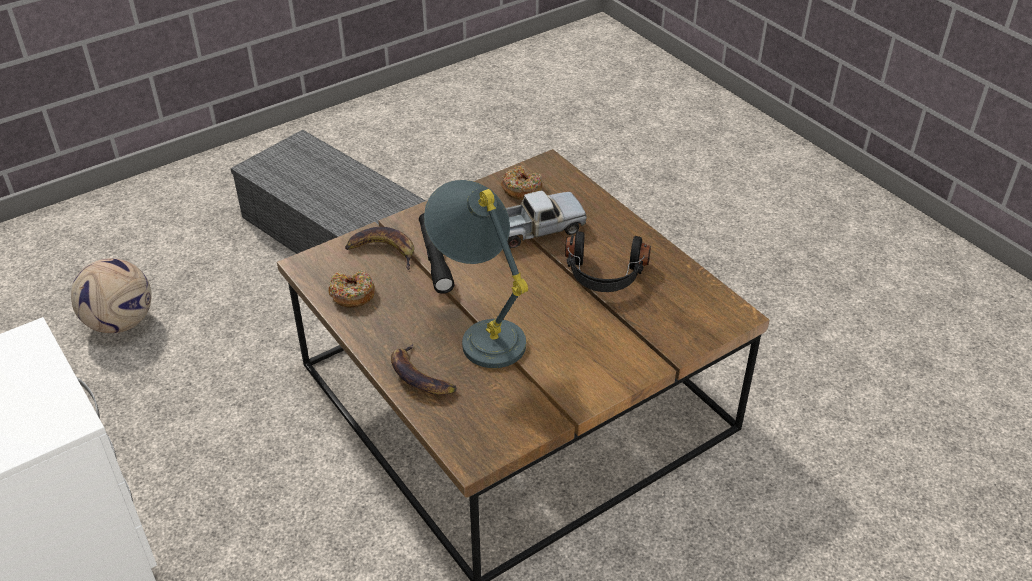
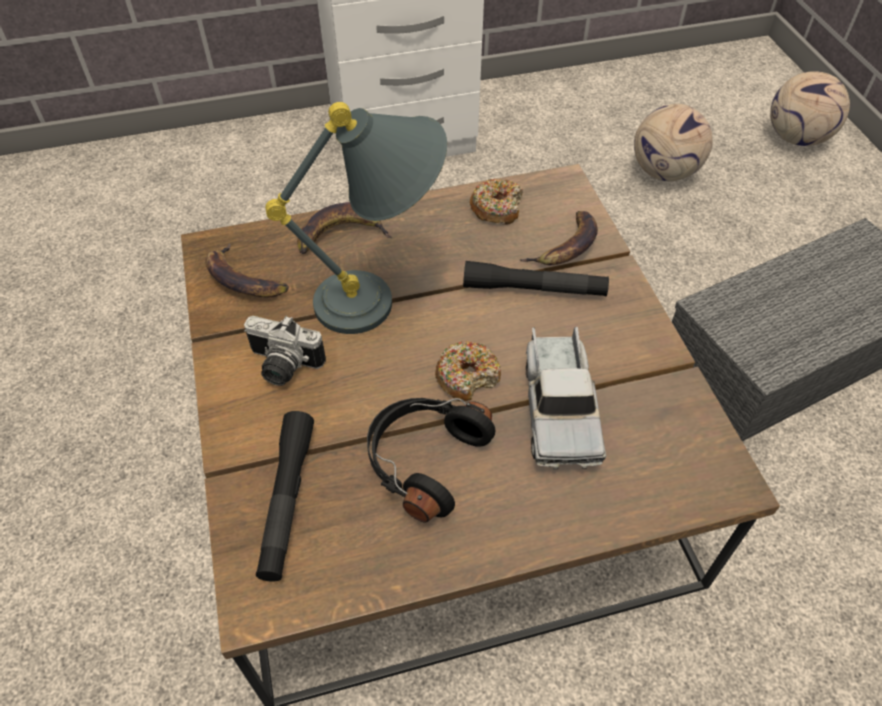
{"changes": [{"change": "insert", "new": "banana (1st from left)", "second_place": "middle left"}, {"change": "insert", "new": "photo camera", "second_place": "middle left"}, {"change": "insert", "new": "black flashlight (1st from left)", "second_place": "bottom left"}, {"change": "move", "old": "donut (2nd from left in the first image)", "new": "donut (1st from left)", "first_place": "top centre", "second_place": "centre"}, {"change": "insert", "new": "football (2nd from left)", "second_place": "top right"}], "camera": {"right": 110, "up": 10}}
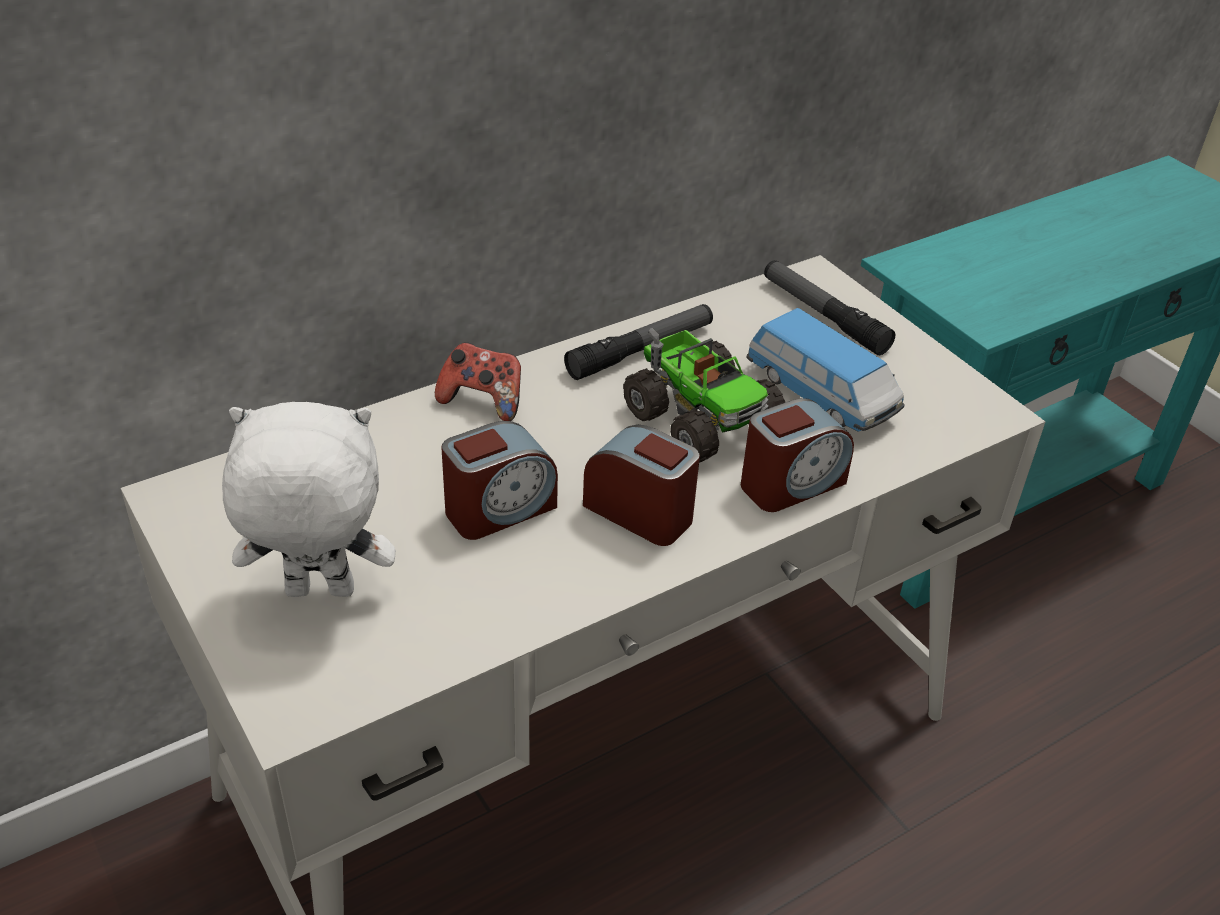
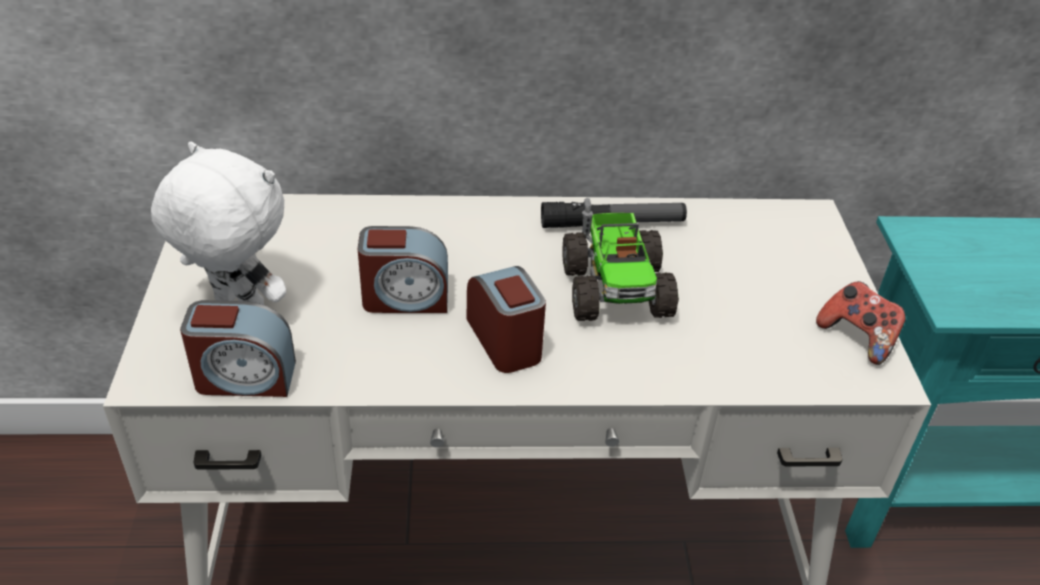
{"changes": [{"change": "move", "old": "alarm clock (3rd from left in the first image)", "new": "alarm clock (1st from left)", "first_place": "centre", "second_place": "middle left"}, {"change": "move", "old": "game controller", "first_place": "centre", "second_place": "middle right"}, {"change": "delete", "old": "toy car", "first_place": "middle right"}, {"change": "delete", "old": "flashlight (2nd from left)", "first_place": "middle right"}], "camera": {"right": 30, "up": 0}}
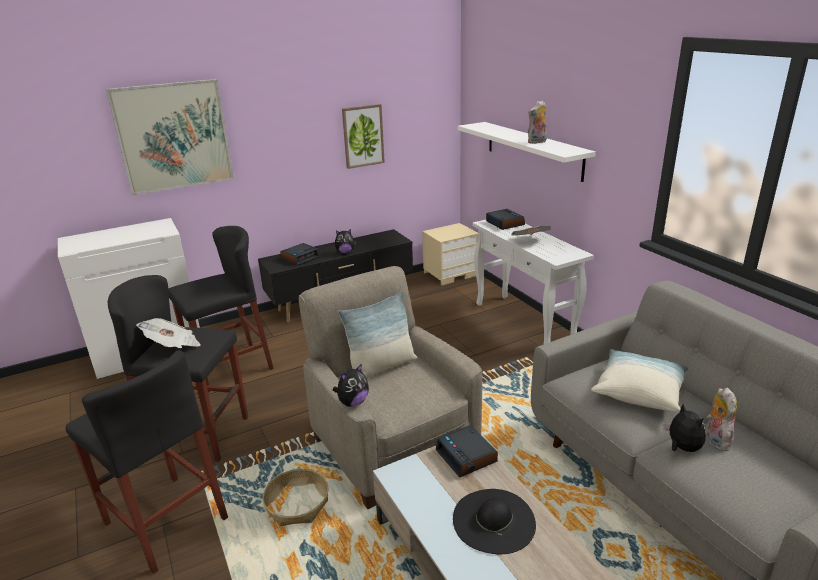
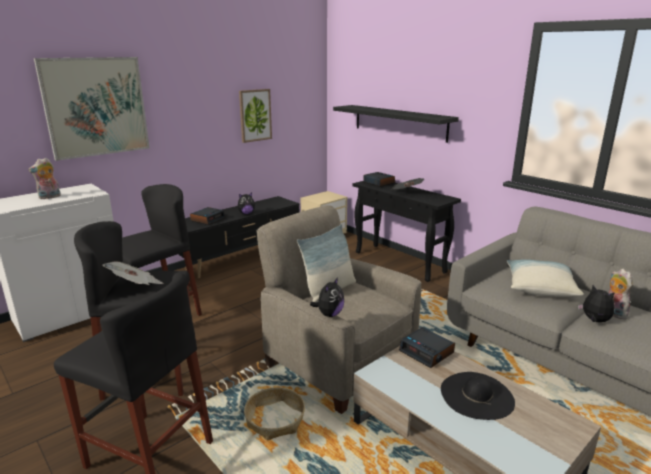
{"changes": [{"change": "move", "old": "plush toy (3rd from left in the first image)", "new": "plush toy (1st from left)", "first_place": "top centre", "second_place": "middle left"}, {"change": "recolor", "old": "white shelf", "new": "black shelf", "first_place": "top centre", "second_place": "top centre"}, {"change": "recolor", "old": "white console table", "new": "black console table", "first_place": "centre", "second_place": "centre"}], "camera": {"right": -15, "up": -5}}
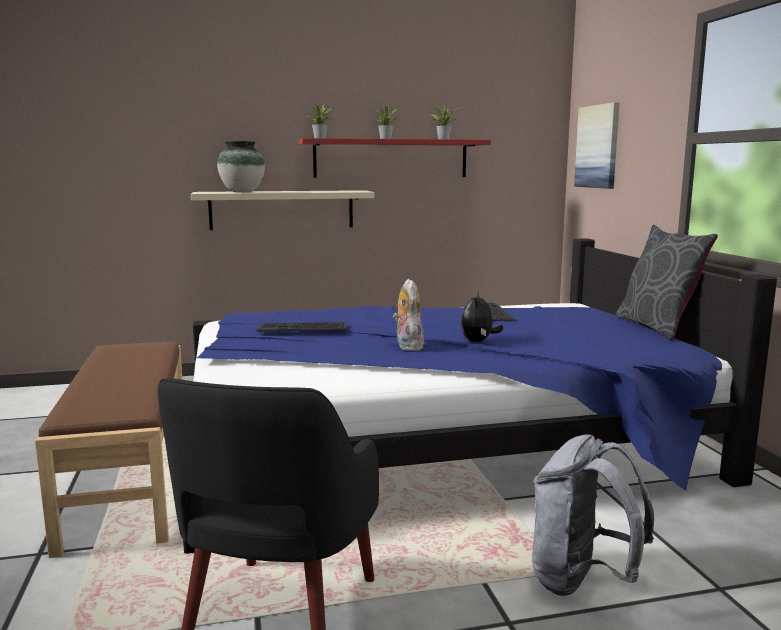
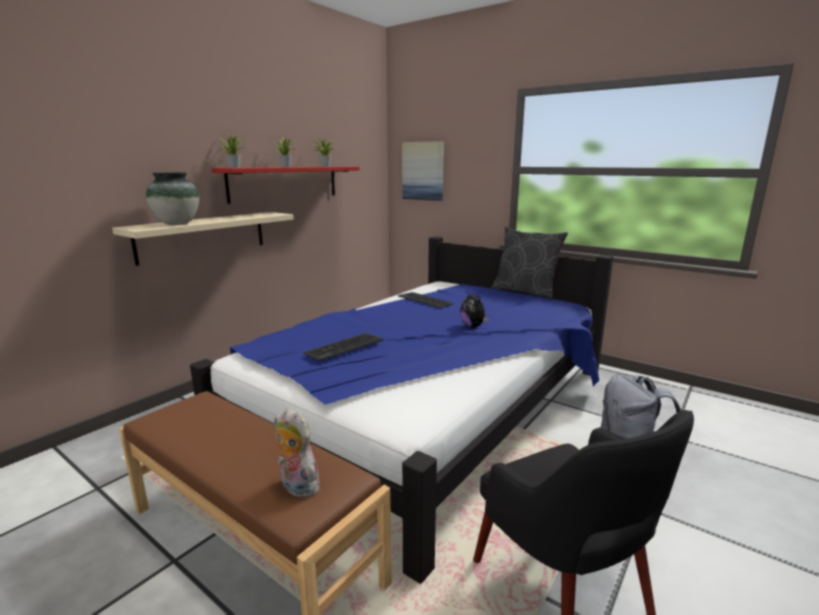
{"changes": [{"change": "move", "old": "plush toy (1st from left)", "first_place": "centre", "second_place": "bottom centre"}], "camera": {"right": -40, "up": 5}}
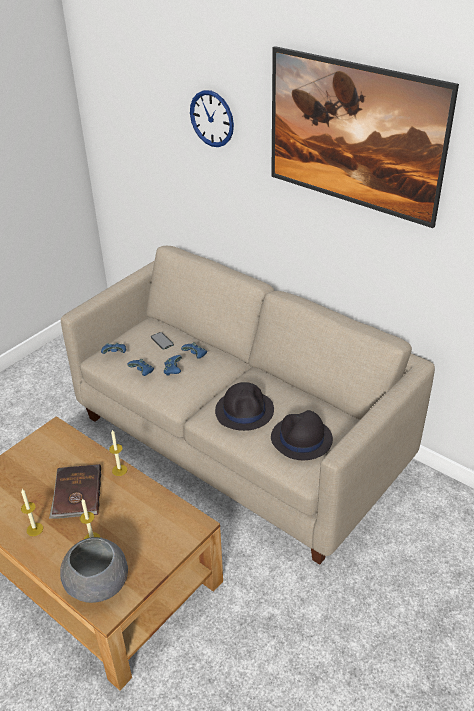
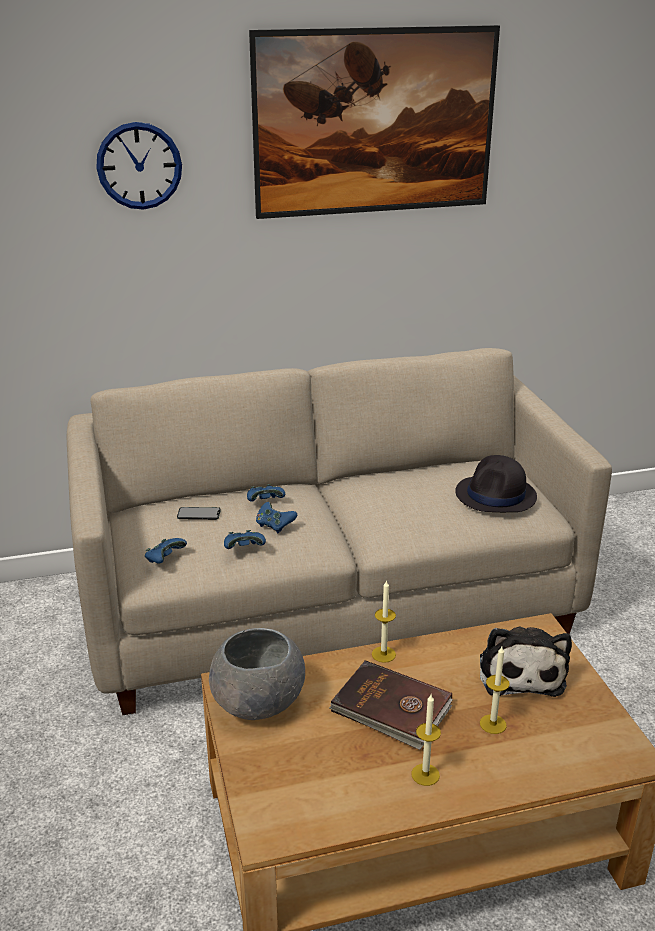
{"changes": [{"change": "move", "old": "grey bowl", "first_place": "bottom left", "second_place": "bottom centre"}, {"change": "insert", "new": "plush toy", "second_place": "bottom right"}, {"change": "delete", "old": "black hat (1st from left)", "first_place": "centre"}], "camera": {"right": -55, "up": -10}}
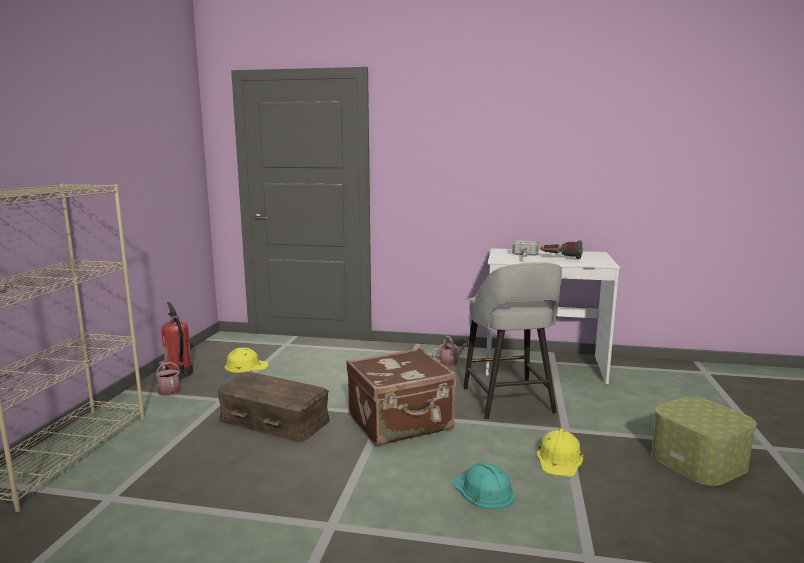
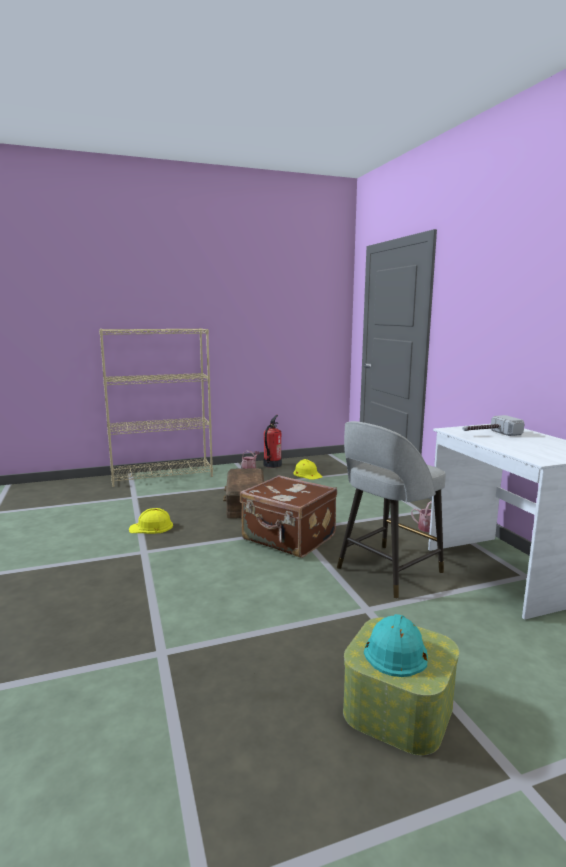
{"changes": [{"change": "move", "old": "yellow hard hat (2nd from left in the first image)", "new": "yellow hard hat (1st from left)", "first_place": "bottom right", "second_place": "middle left"}, {"change": "move", "old": "turquoise hard hat", "first_place": "bottom centre", "second_place": "bottom right"}, {"change": "delete", "old": "flashlight", "first_place": "middle right"}], "camera": {"right": 60, "up": 0}}
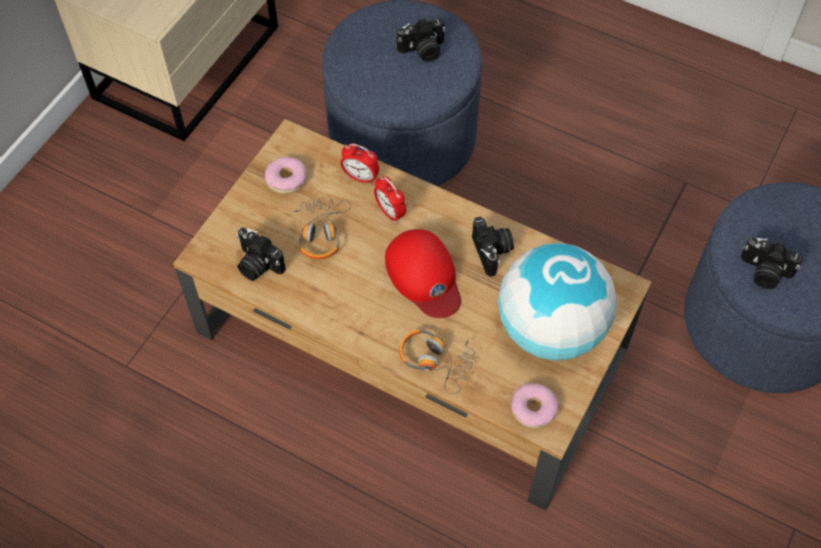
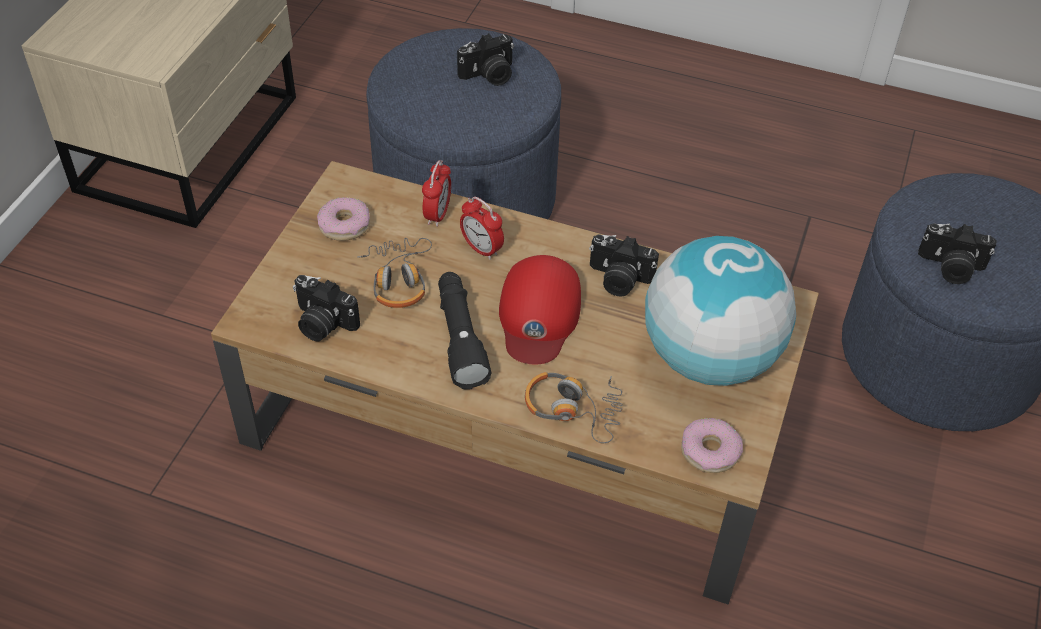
{"changes": [{"change": "rotate", "old": "alarm clock (1st from left)", "first_place": "top centre", "second_place": "top centre", "degrees": -90}, {"change": "insert", "new": "black flashlight", "second_place": "centre"}, {"change": "rotate", "old": "red cap", "first_place": "centre", "second_place": "centre", "degrees": 45}, {"change": "rotate", "old": "photo camera (3rd from left)", "first_place": "centre", "second_place": "centre", "degrees": 135}], "camera": {"right": -10, "up": -10}}
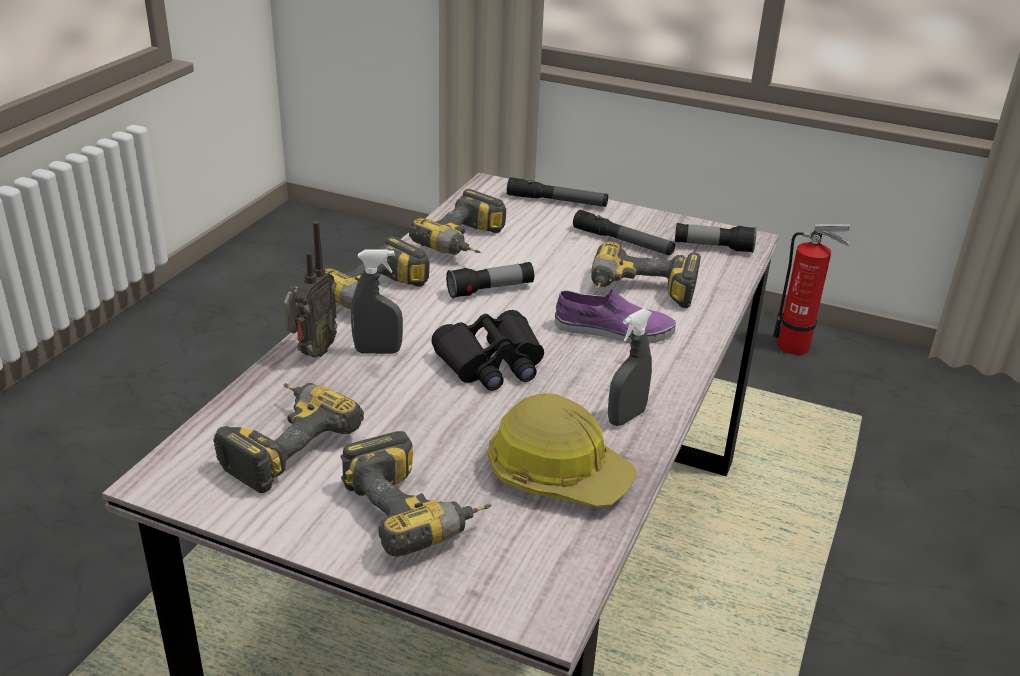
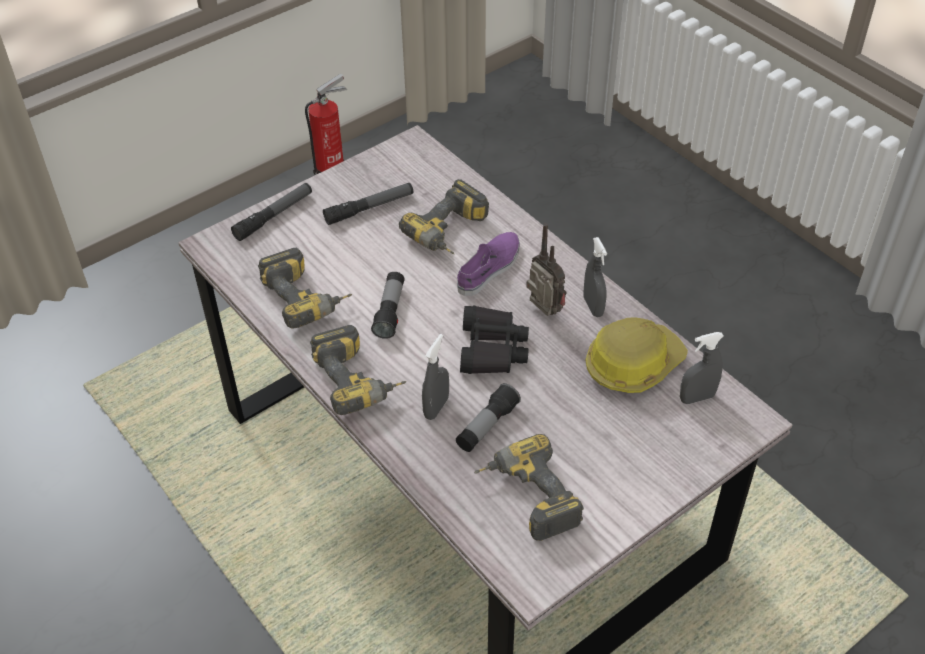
{"changes": [{"change": "move", "old": "flashlight (4th from left)", "first_place": "middle right", "second_place": "centre"}, {"change": "move", "old": "radio", "first_place": "middle left", "second_place": "centre"}, {"change": "insert", "new": "grey spray bottle (3rd from left)", "second_place": "middle right"}, {"change": "delete", "old": "power drill (3rd from left)", "first_place": "bottom centre"}], "camera": {"right": -60, "up": 15}}
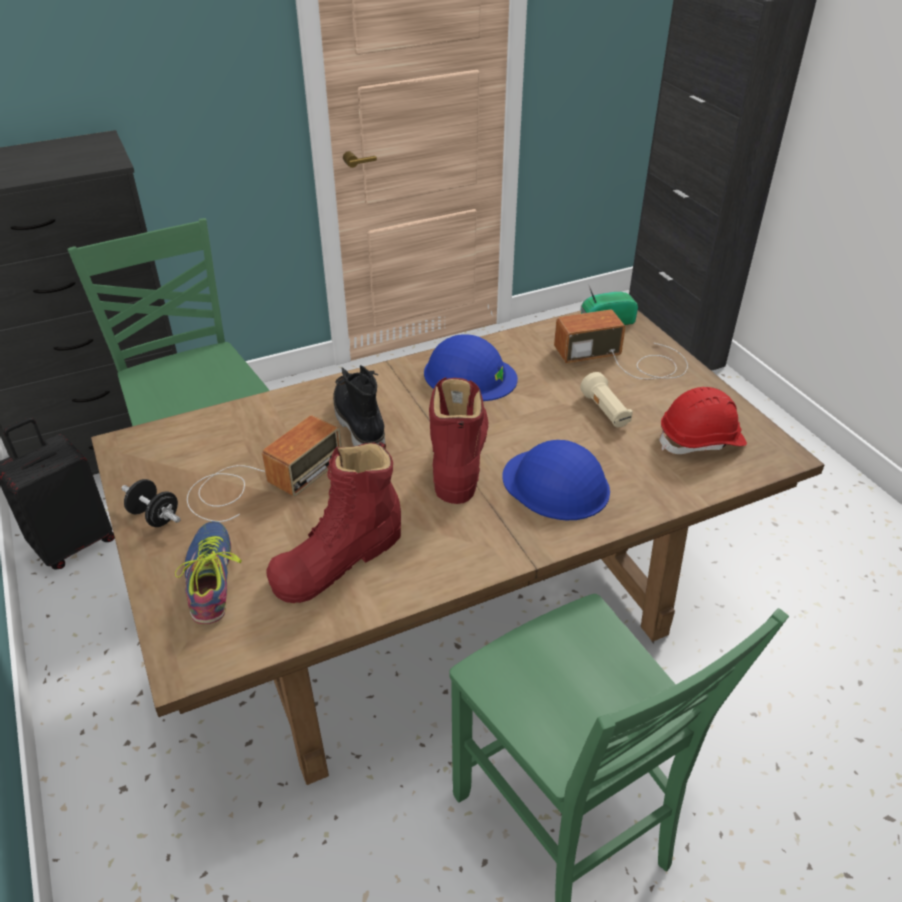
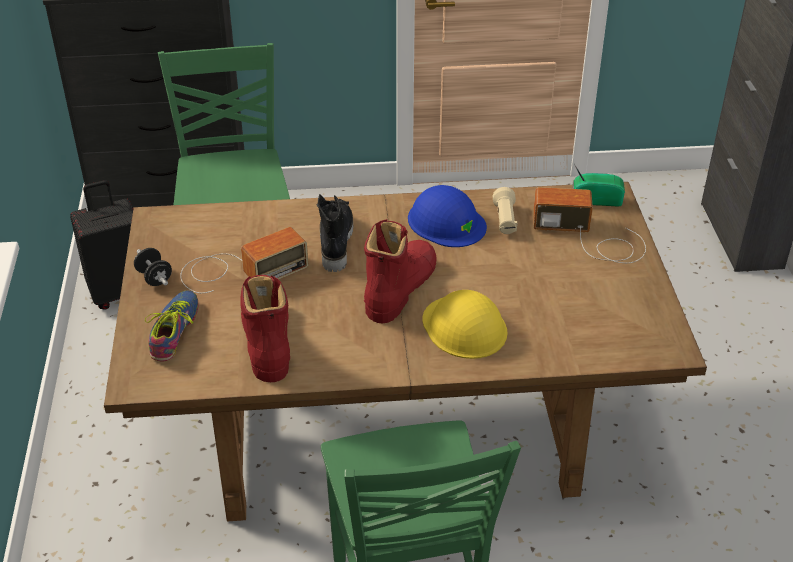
{"changes": [{"change": "rotate", "old": "red boot (1st from left)", "first_place": "centre", "second_place": "centre", "degrees": 105}, {"change": "recolor", "old": "blue hard hat (2nd from left)", "new": "yellow hard hat", "first_place": "centre", "second_place": "centre"}, {"change": "move", "old": "beige flashlight", "first_place": "middle right", "second_place": "centre"}, {"change": "delete", "old": "red hard hat", "first_place": "middle right"}], "camera": {"right": 20, "up": 0}}
